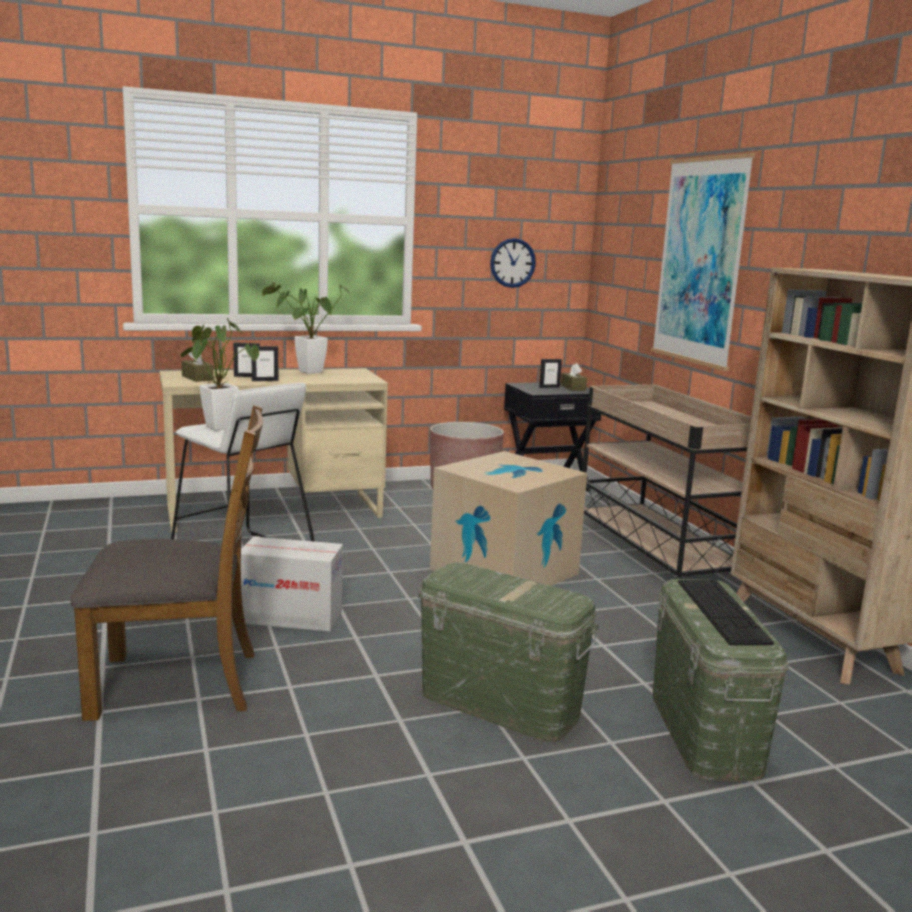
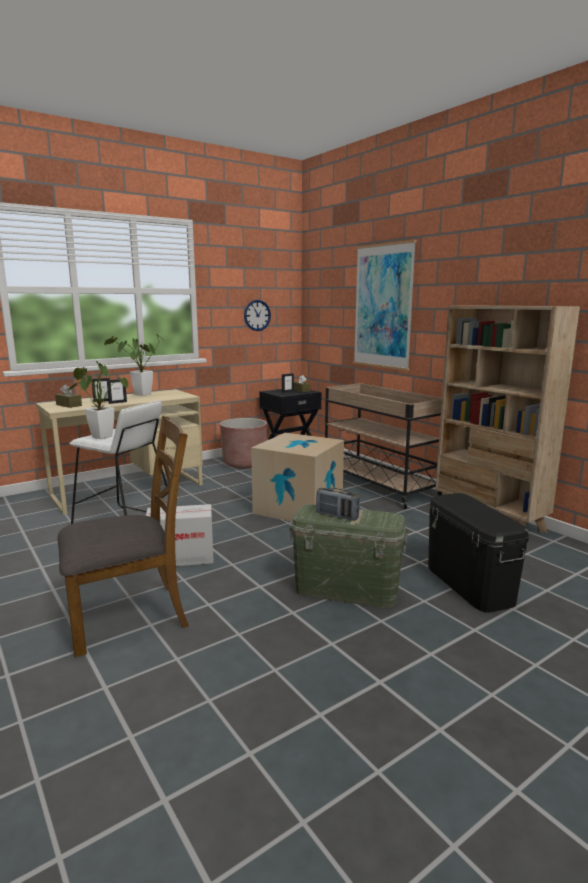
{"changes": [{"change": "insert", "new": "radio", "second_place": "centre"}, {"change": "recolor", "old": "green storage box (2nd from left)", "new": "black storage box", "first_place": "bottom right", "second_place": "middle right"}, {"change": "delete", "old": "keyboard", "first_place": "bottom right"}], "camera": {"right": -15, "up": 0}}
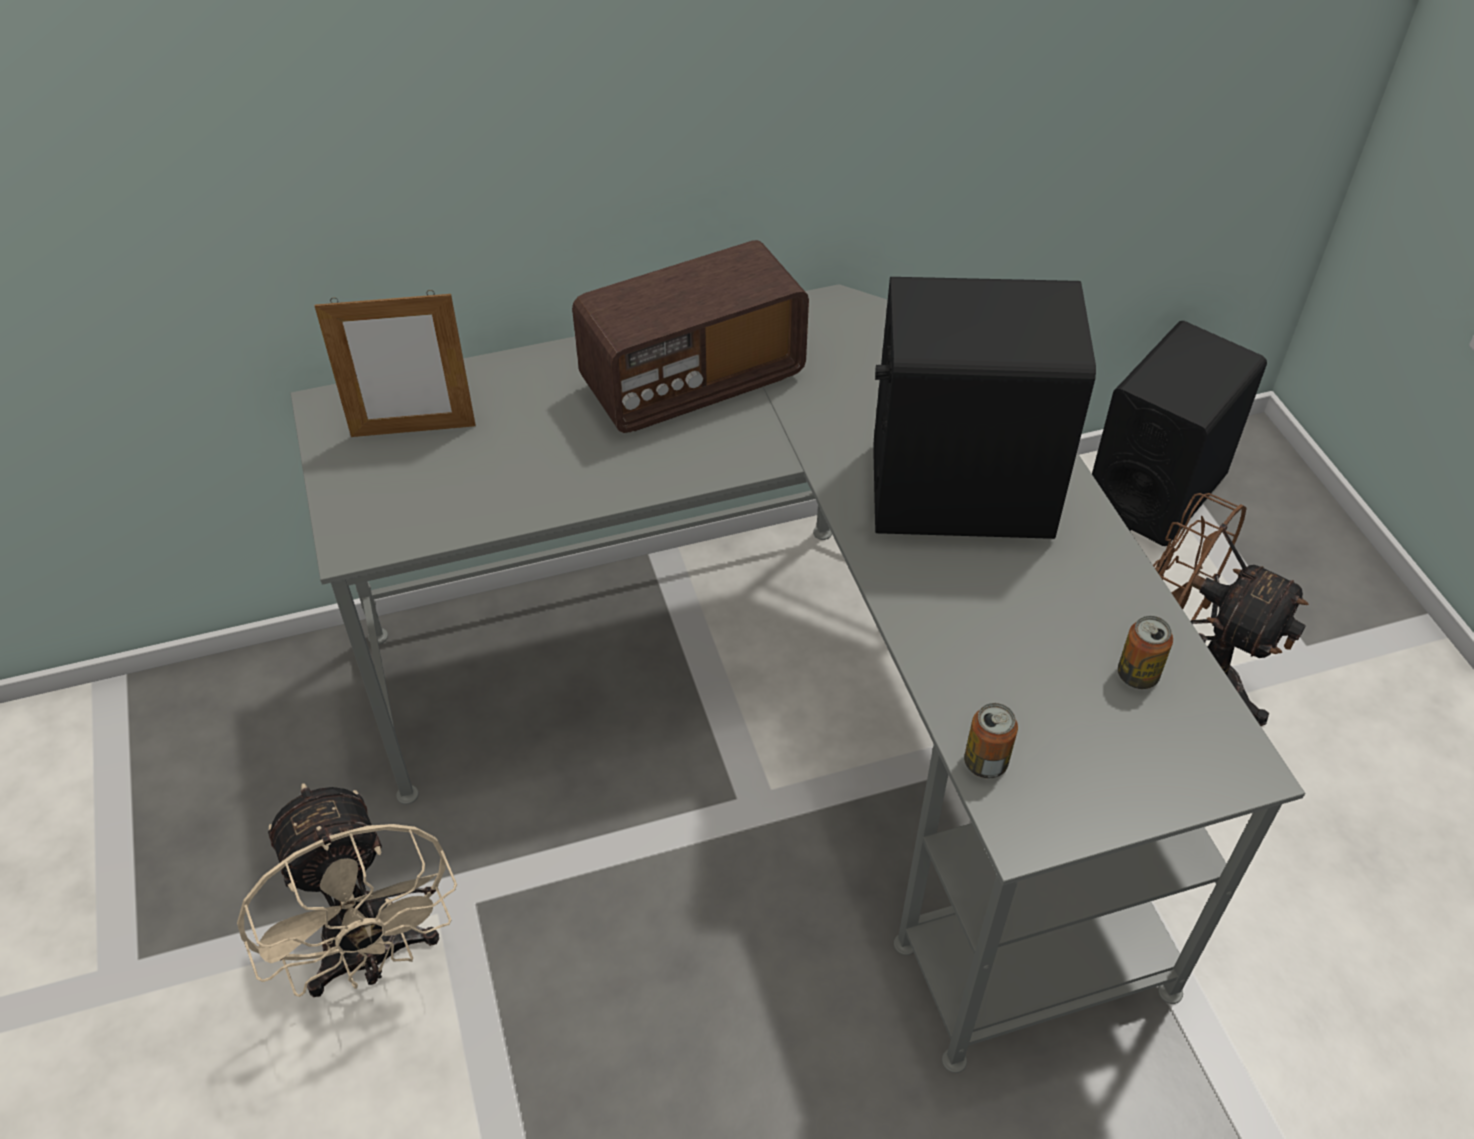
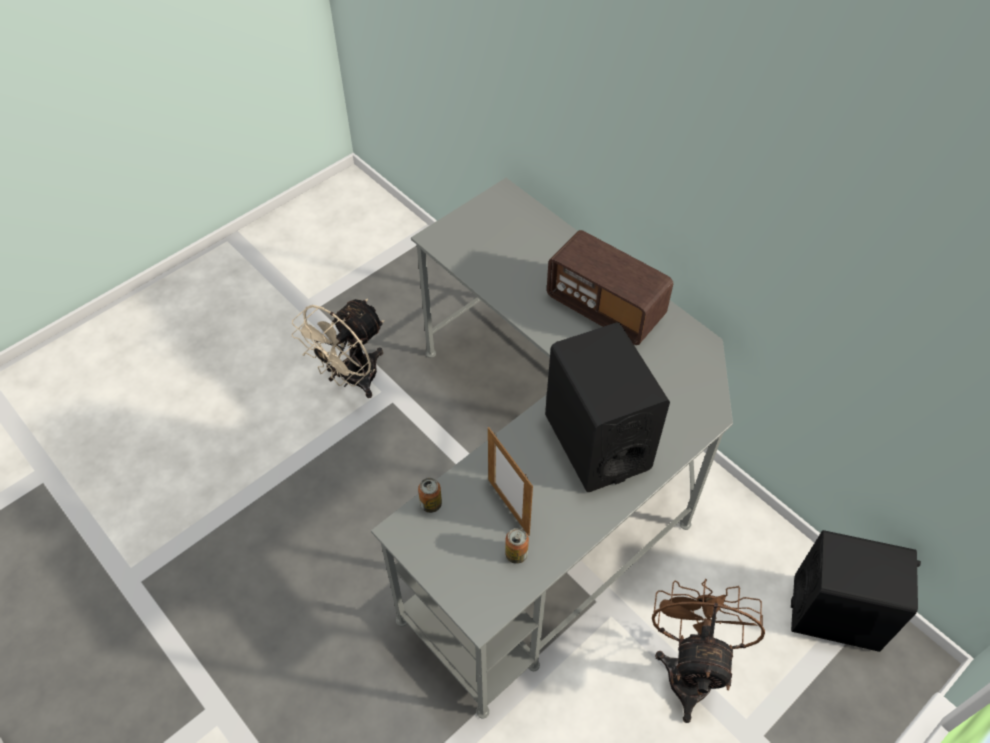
{"changes": [{"change": "move", "old": "picture frame", "first_place": "top left", "second_place": "centre"}], "camera": {"right": 65, "up": 5}}
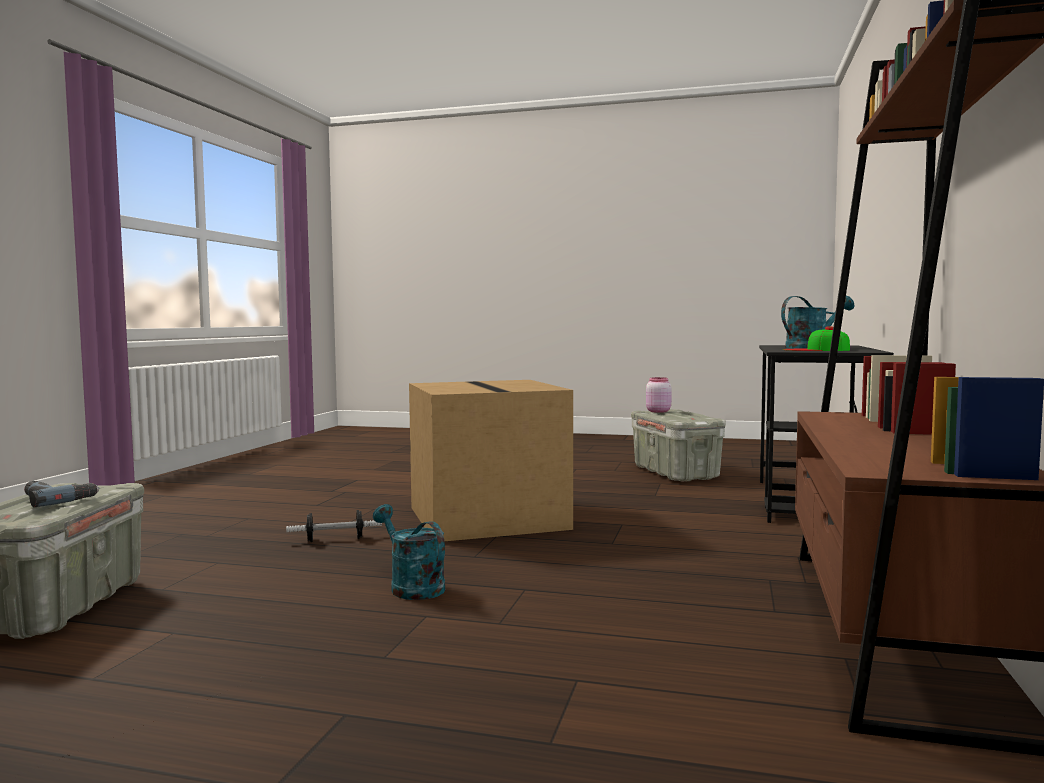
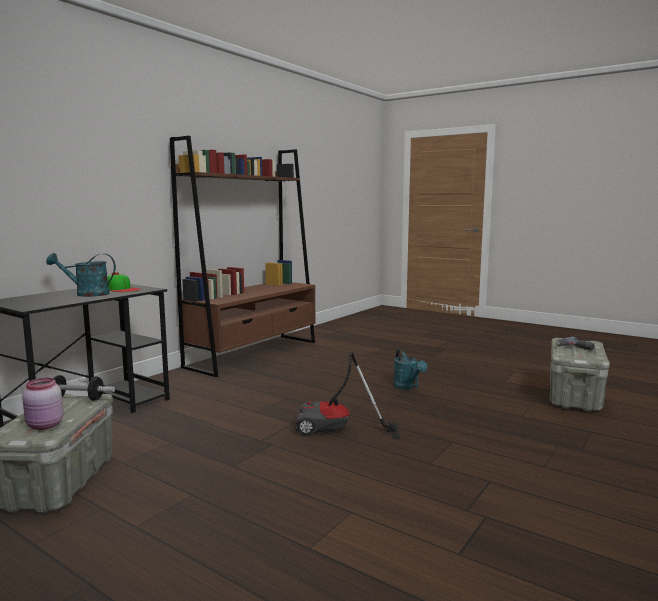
{"changes": [{"change": "move", "old": "dumbbell", "first_place": "bottom left", "second_place": "middle left"}, {"change": "replace", "old": "cardboard box", "new": "vacuum cleaner", "first_place": "centre", "second_place": "centre"}], "camera": {"right": -160, "up": 5}}
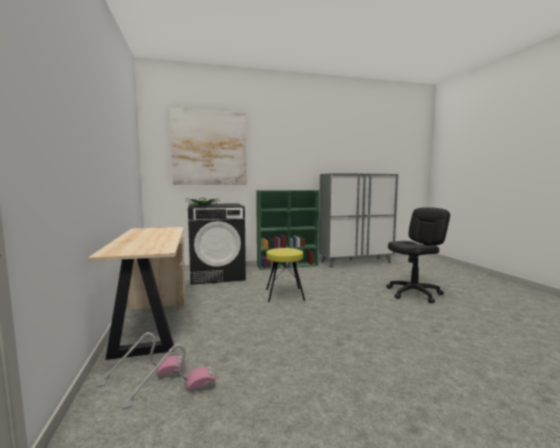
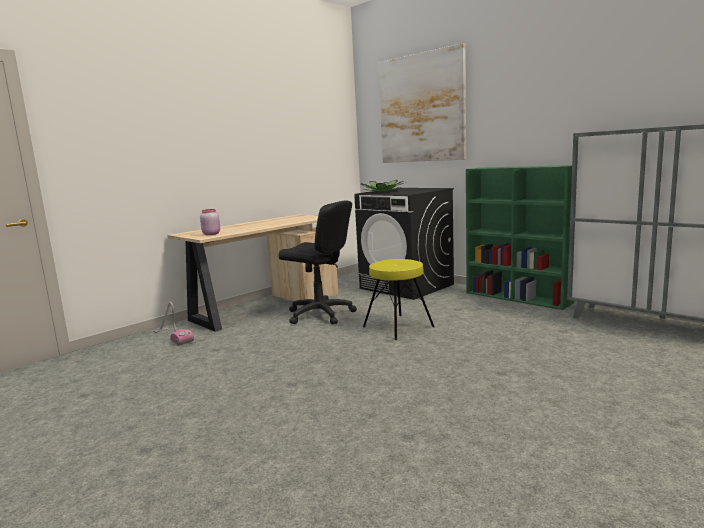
{"changes": [{"change": "insert", "new": "pink jar", "second_place": "middle left"}, {"change": "move", "old": "black office chair", "first_place": "middle right", "second_place": "centre"}, {"change": "delete", "old": "vacuum cleaner (2nd from left)", "first_place": "bottom left"}], "camera": {"right": 60, "up": 5}}
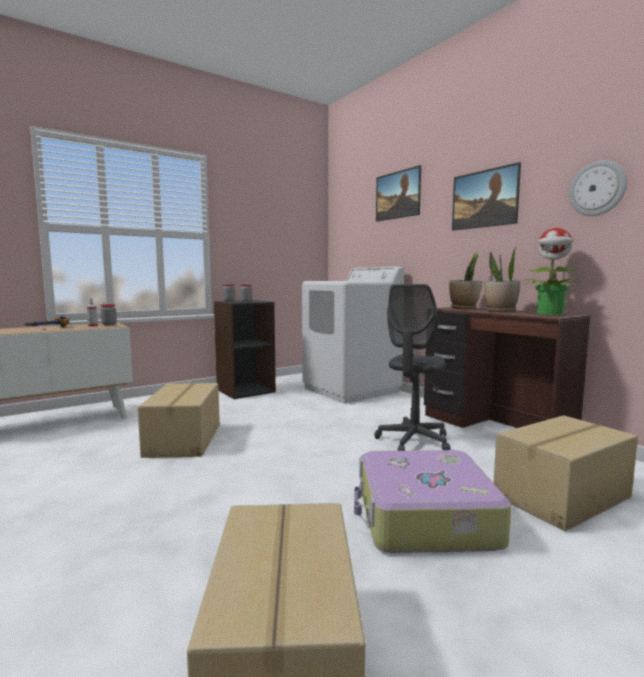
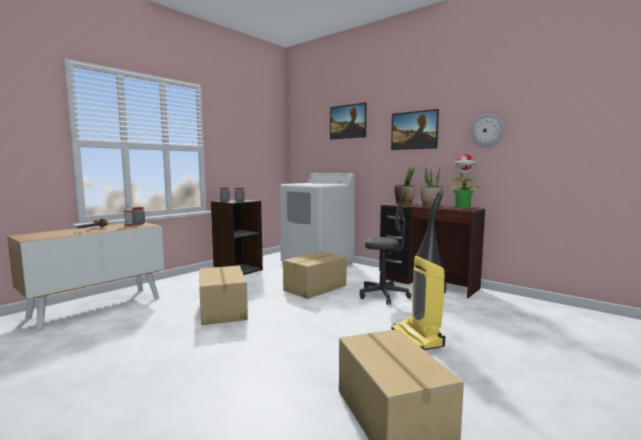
{"changes": [{"change": "move", "old": "cardboard box (3rd from left in the first image)", "new": "cardboard box (2nd from left)", "first_place": "bottom right", "second_place": "centre"}, {"change": "rotate", "old": "grey office chair", "first_place": "centre", "second_place": "centre", "degrees": -90}, {"change": "replace", "old": "suitcase", "new": "vacuum cleaner", "first_place": "bottom right", "second_place": "centre"}], "camera": {"right": -15, "up": 0}}
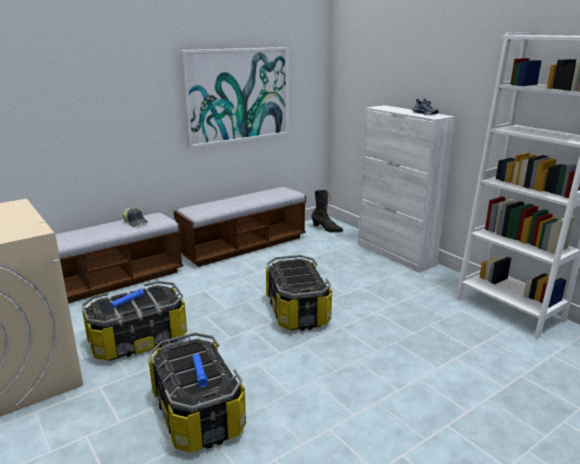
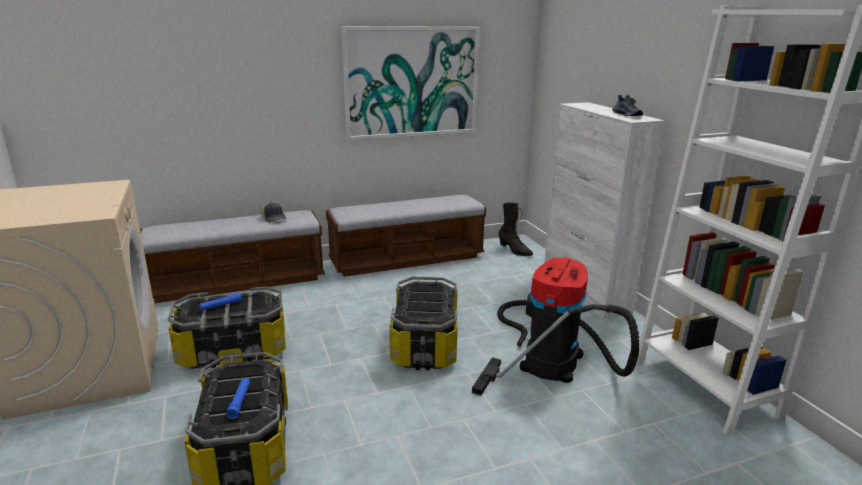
{"changes": [{"change": "insert", "new": "vacuum cleaner", "second_place": "bottom centre"}], "camera": {"right": 15, "up": 0}}
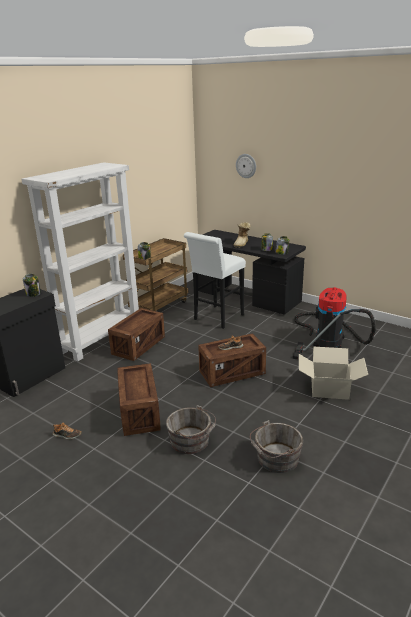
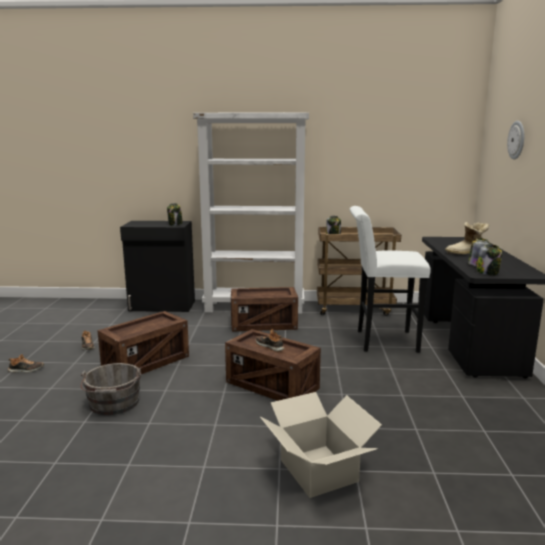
{"changes": [{"change": "insert", "new": "shoe (1st from left)", "second_place": "middle left"}, {"change": "delete", "old": "grey bucket (2nd from left)", "first_place": "bottom right"}, {"change": "delete", "old": "vacuum cleaner", "first_place": "middle right"}], "camera": {"right": 55, "up": -10}}
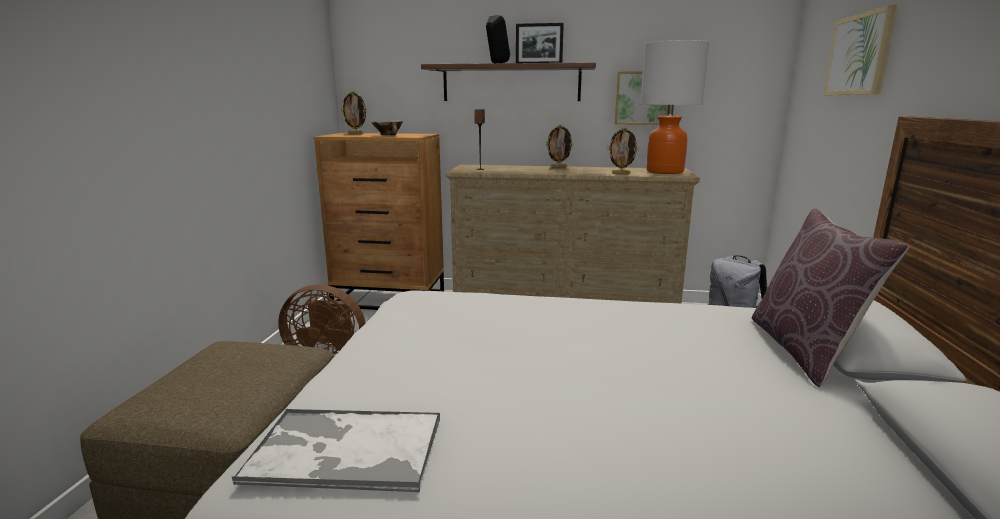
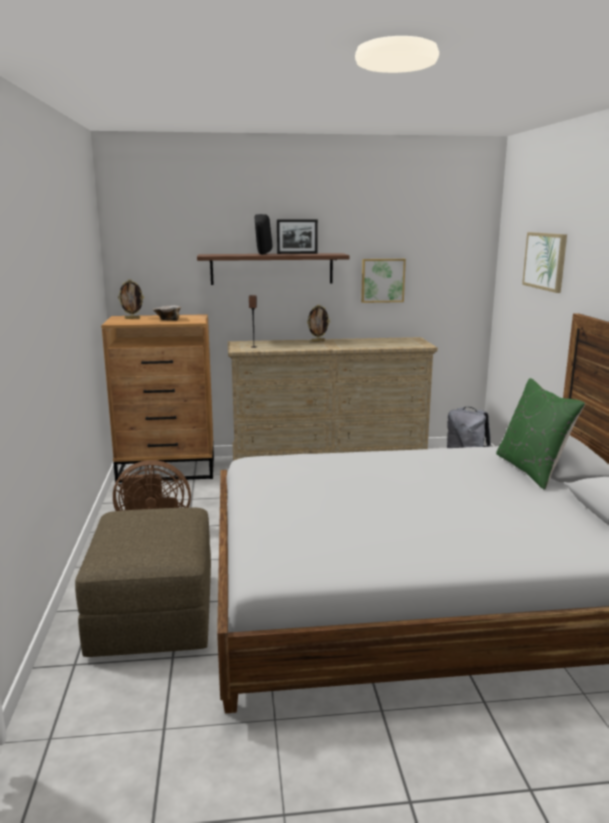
{"changes": [{"change": "recolor", "old": "brown pillow", "new": "green pillow", "first_place": "middle right", "second_place": "middle right"}, {"change": "delete", "old": "tray", "first_place": "bottom centre"}, {"change": "delete", "old": "picture frame (4th from left)", "first_place": "top centre"}, {"change": "delete", "old": "table lamp", "first_place": "top right"}], "camera": {"right": -15, "up": 0}}
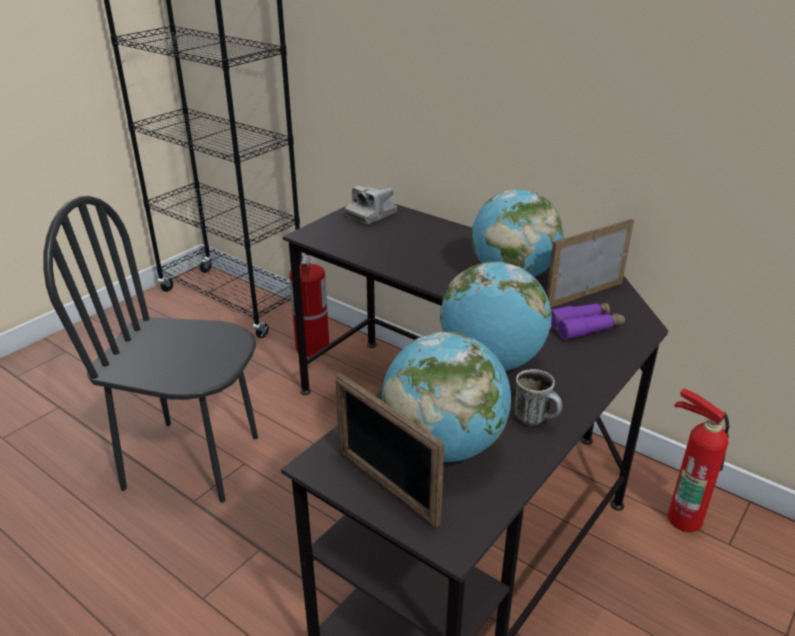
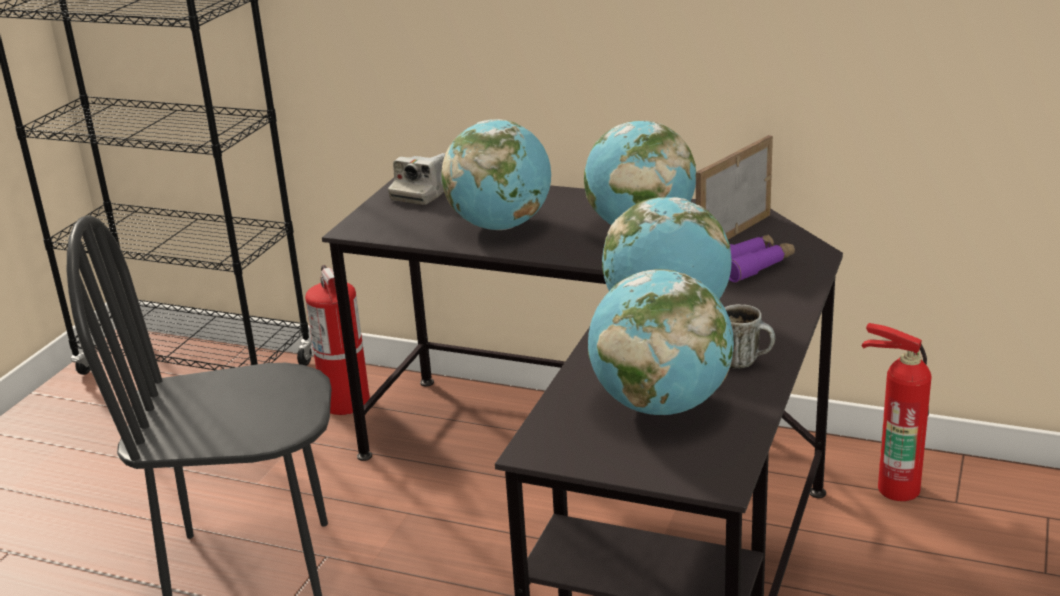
{"changes": [{"change": "insert", "new": "globe (1st from left)", "second_place": "top centre"}, {"change": "delete", "old": "picture frame (1st from left)", "first_place": "bottom centre"}], "camera": {"right": -15, "up": -5}}
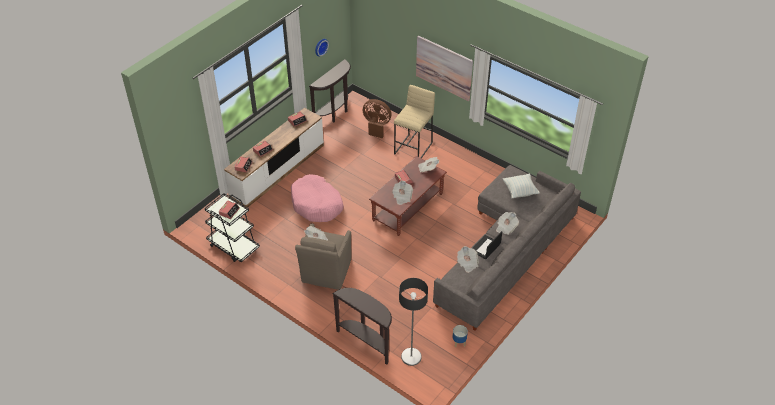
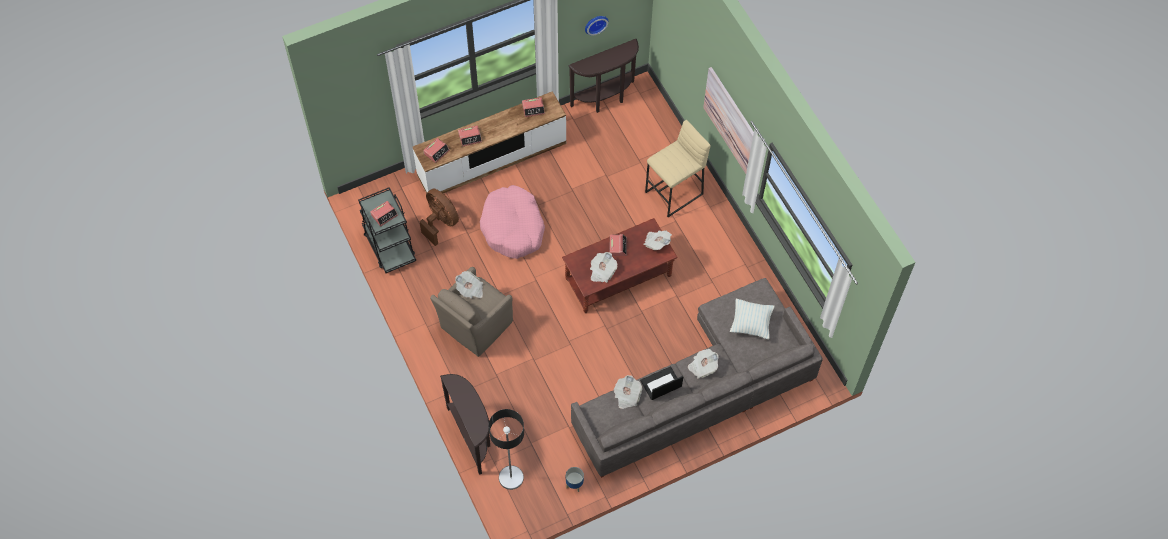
{"changes": [{"change": "move", "old": "brown fan", "first_place": "top centre", "second_place": "centre"}], "camera": {"right": 25, "up": 15}}
